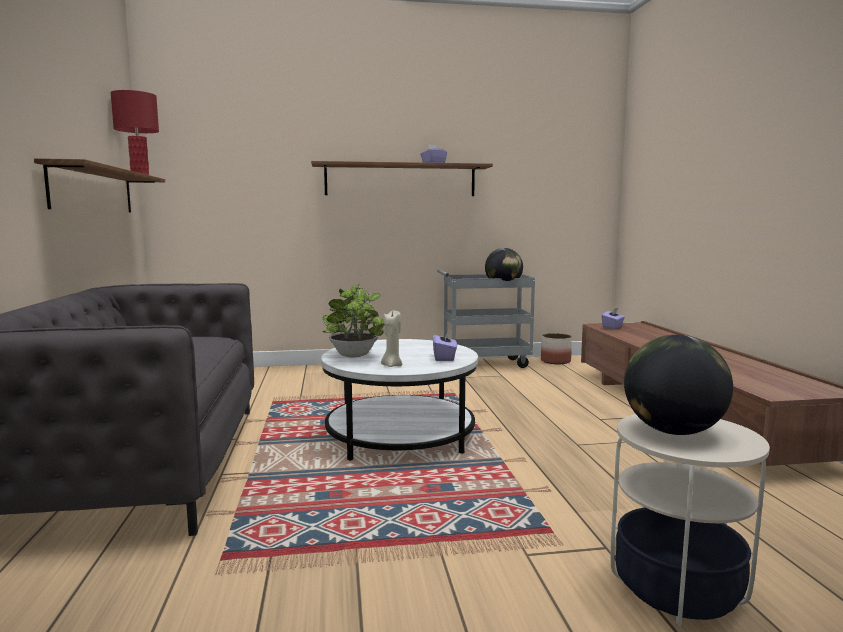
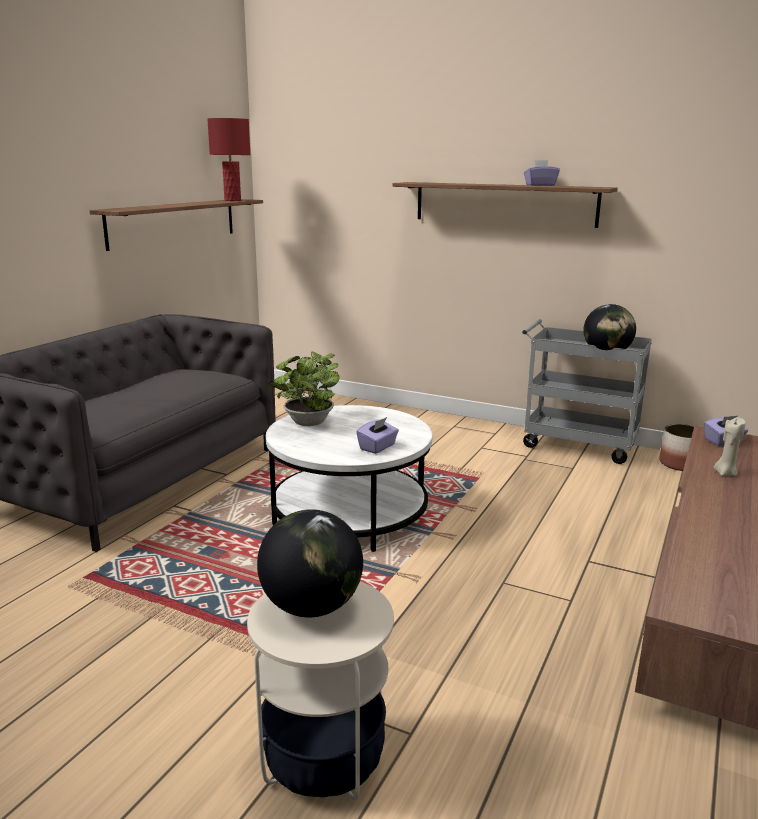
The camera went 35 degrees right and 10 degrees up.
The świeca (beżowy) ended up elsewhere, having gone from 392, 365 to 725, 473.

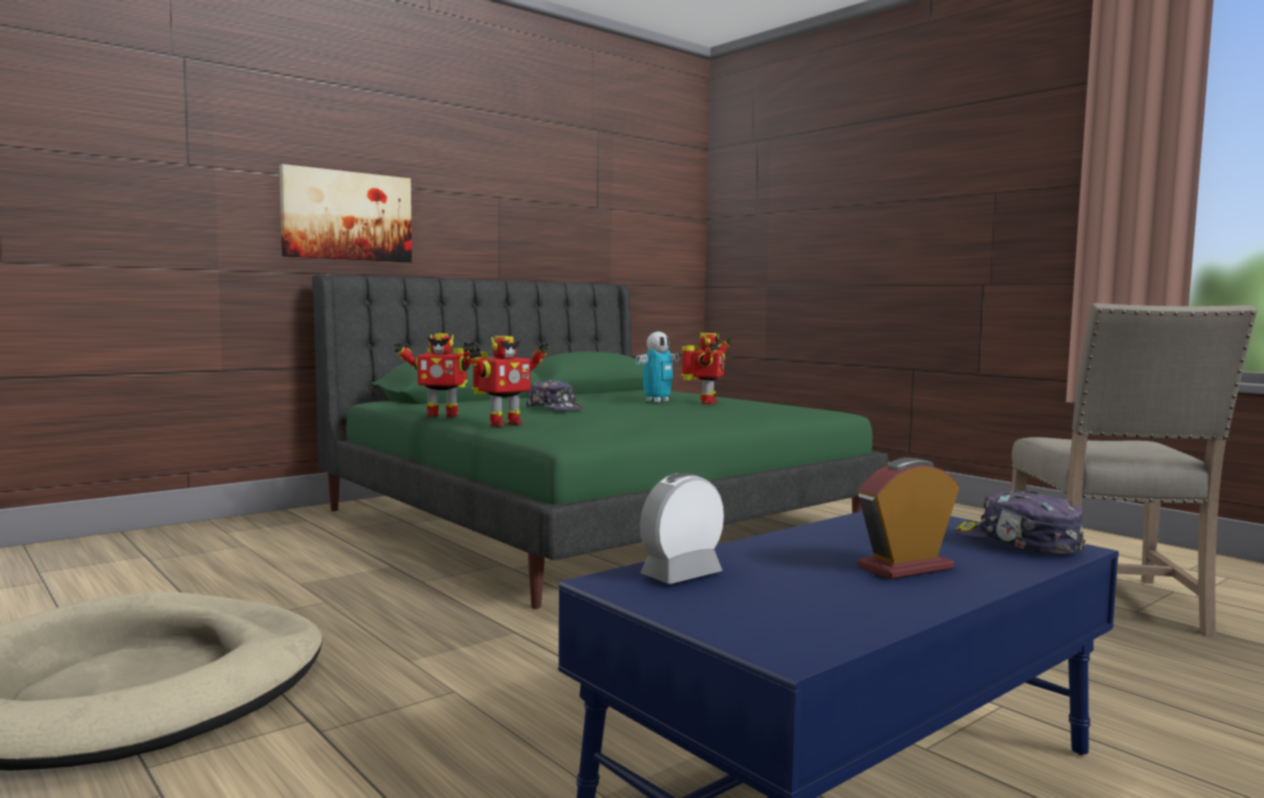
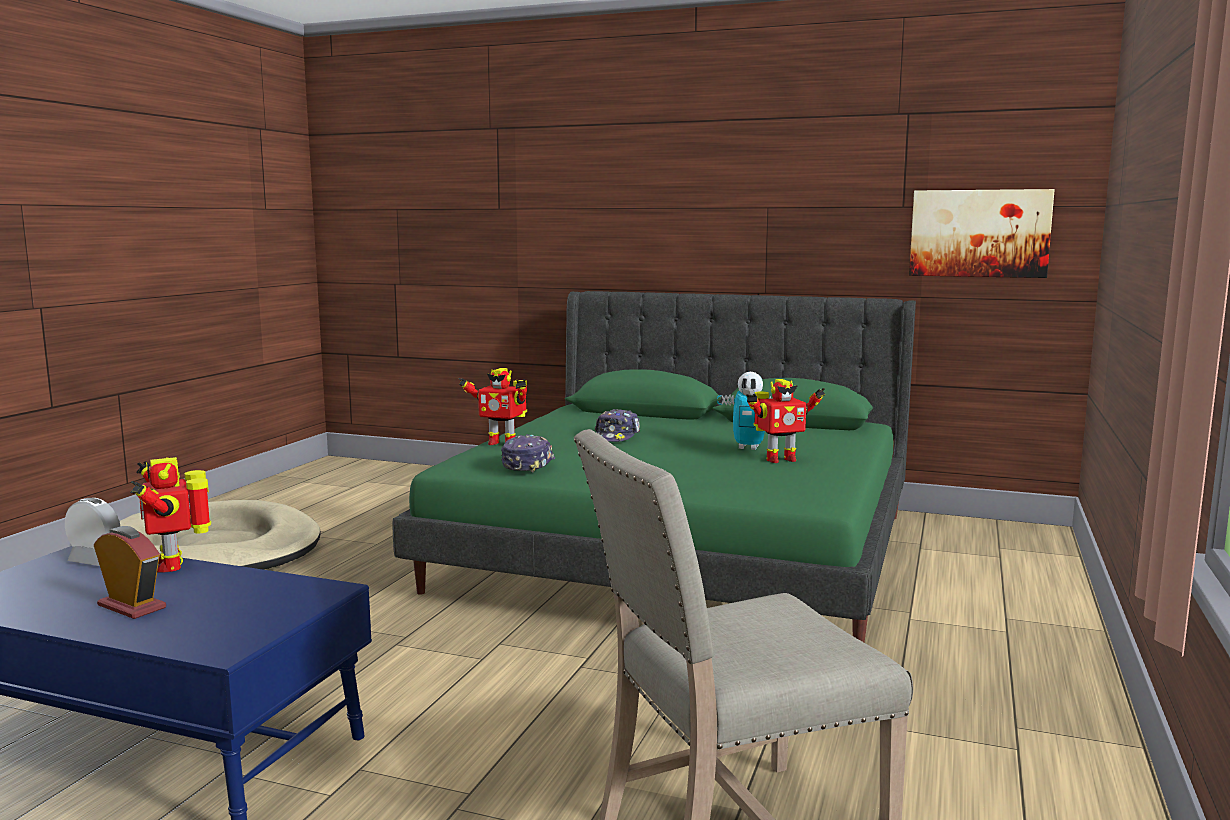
The camera went 60 degrees right and 5 degrees up.
The obraz ended up elsewhere, having gone from 347, 216 to 979, 233.
The robot zabawkowy ended up elsewhere, having gone from 441, 415 to 173, 564.
The czapka z daszkiem ended up elsewhere, having gone from 1018, 543 to 528, 464.

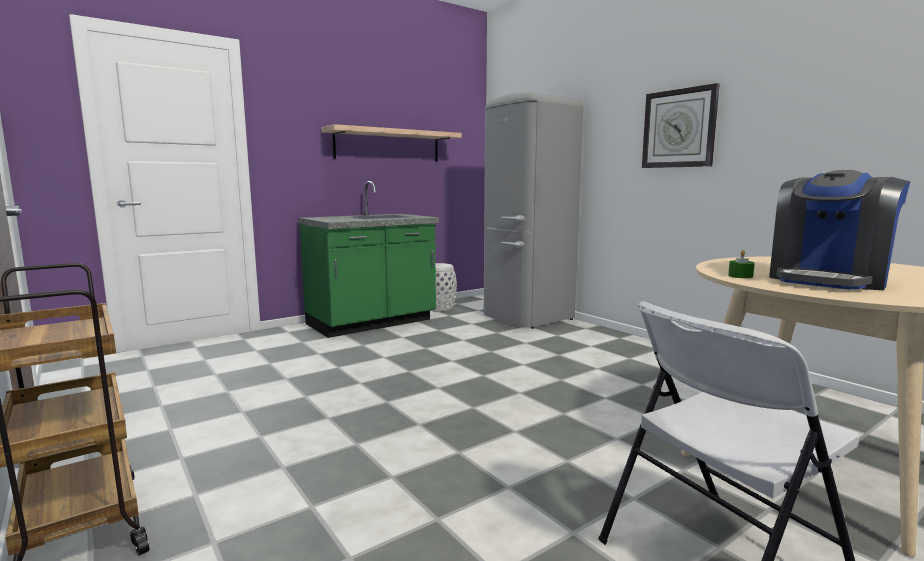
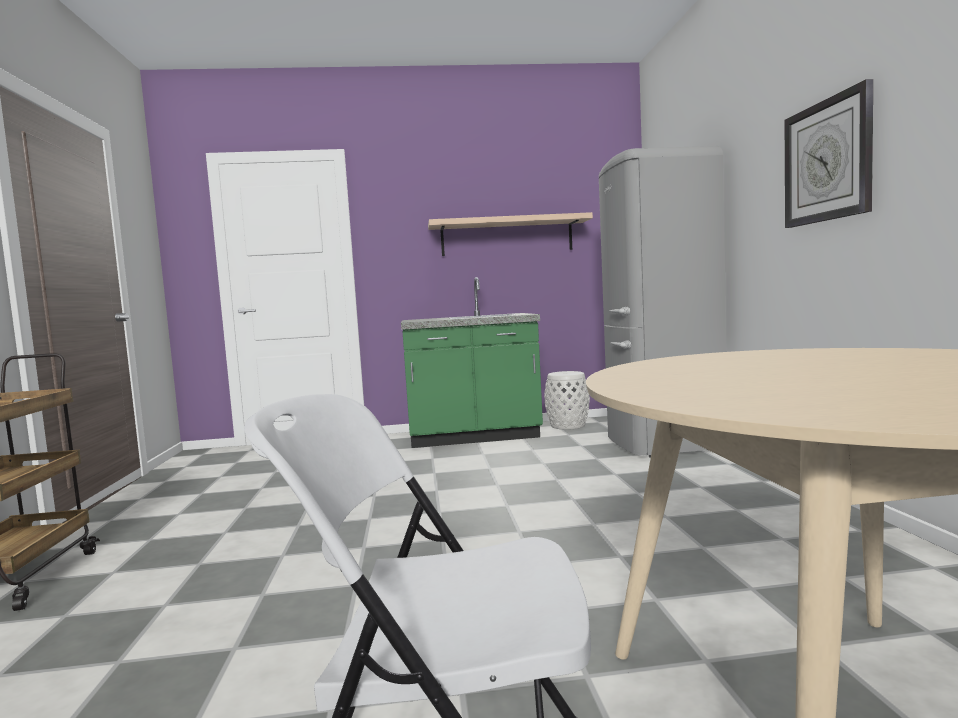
The camera went 30 degrees right and 5 degrees down.
The second view lost the świeca (zielony) at 740, 276.
The second view lost the ekspres do kawy at 828, 280.

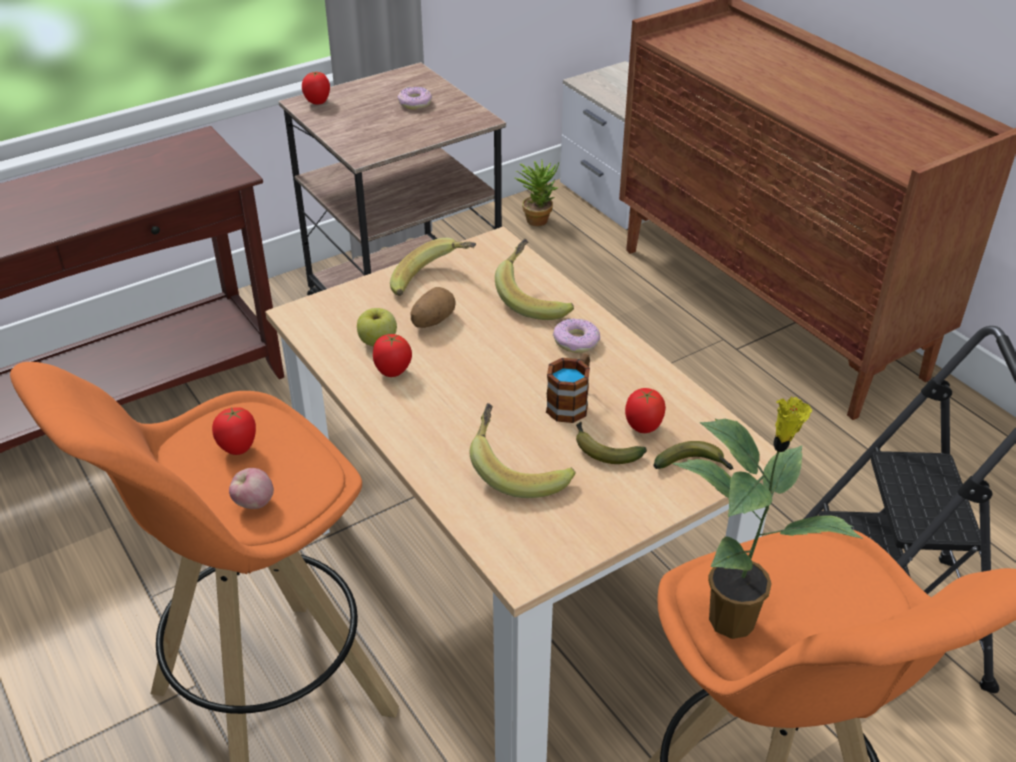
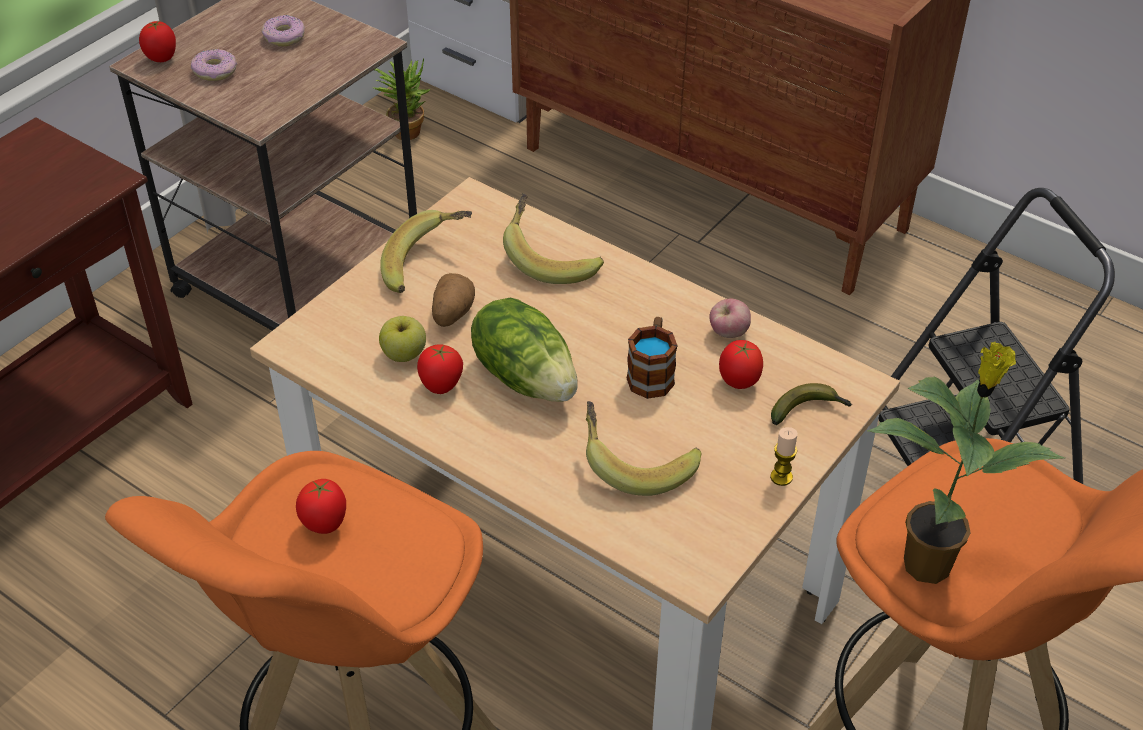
The camera went 20 degrees left and 5 degrees up.
The second view lost the banan at 603, 450.
The second view gained the sałata at 526, 377.
The second view gained the świeca at 781, 477.
The jabłko ended up elsewhere, having gone from 254, 503 to 728, 333.
The donut ended up elsewhere, having gone from 576, 341 to 215, 71.

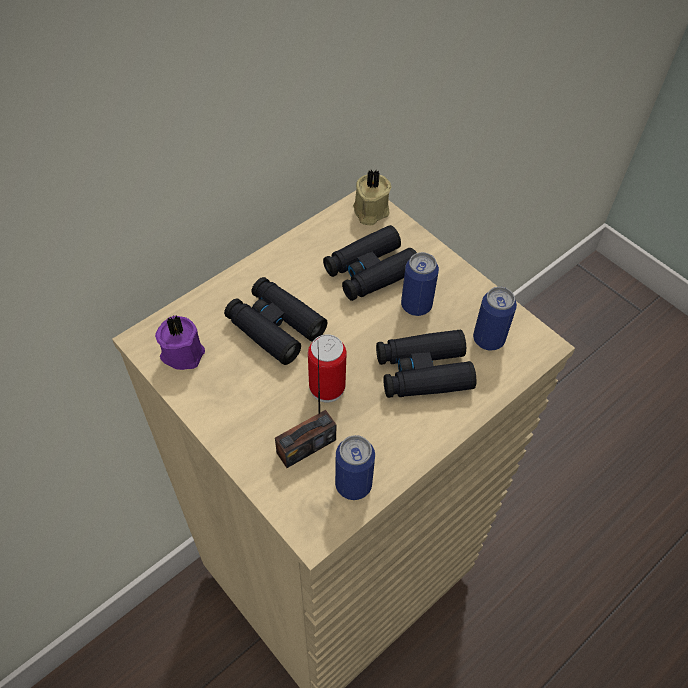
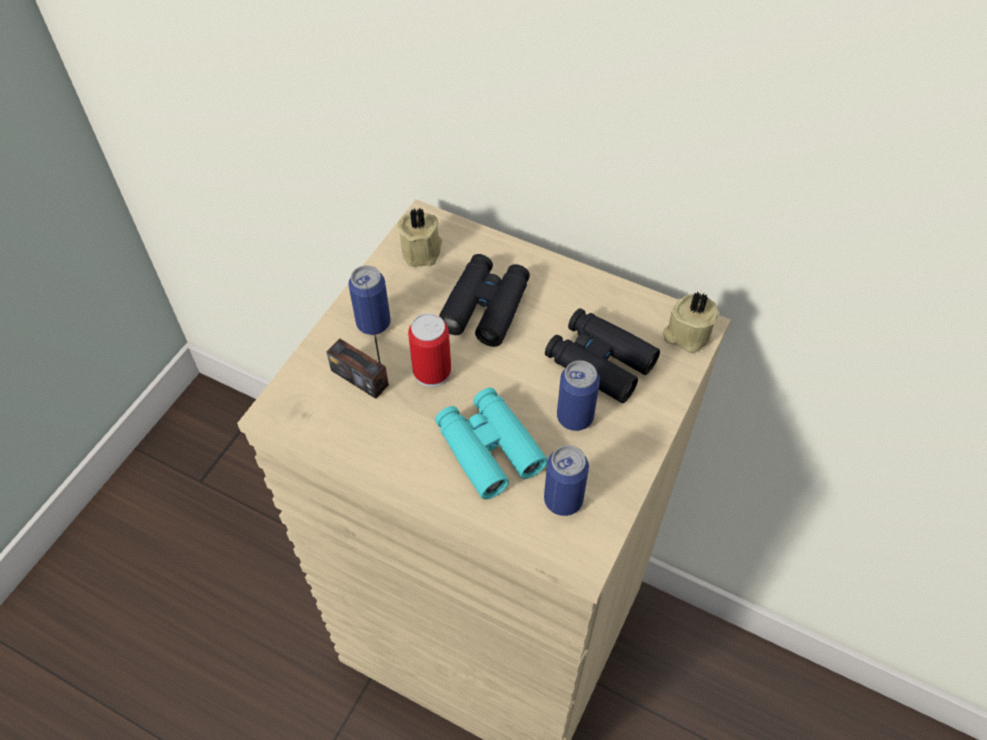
The camera went 70 degrees right and 0 degrees up.
The puszka ended up elsewhere, having gone from 353, 485 to 373, 323.
What was the świeca (fioletowy) at 182, 352 turned into the świeca (beżowy) at 423, 251.
What was the lornetka (czarny) at 423, 371 turned into the lornetka (turkusowy) at 489, 448.

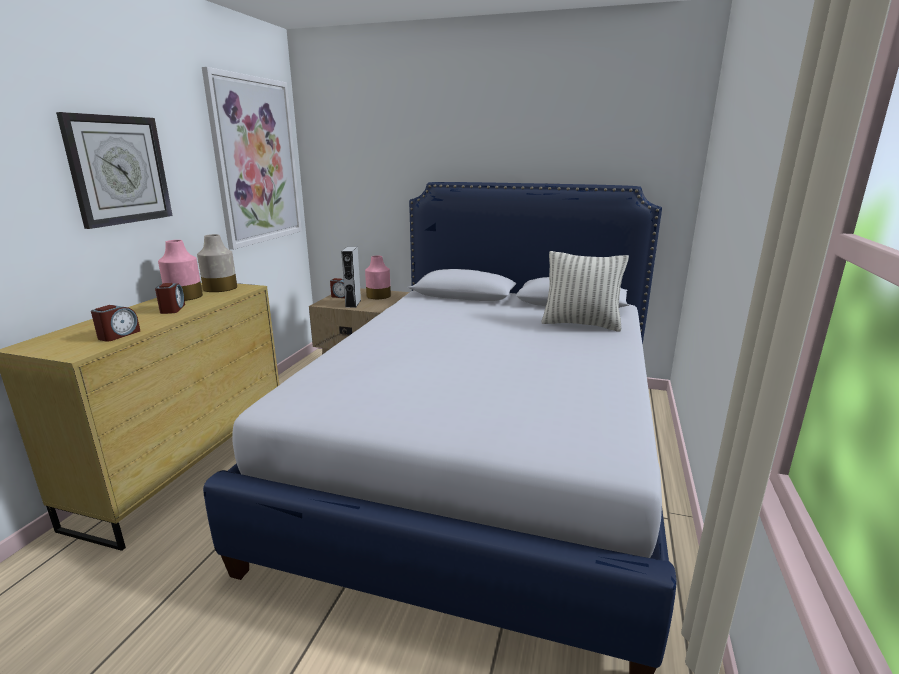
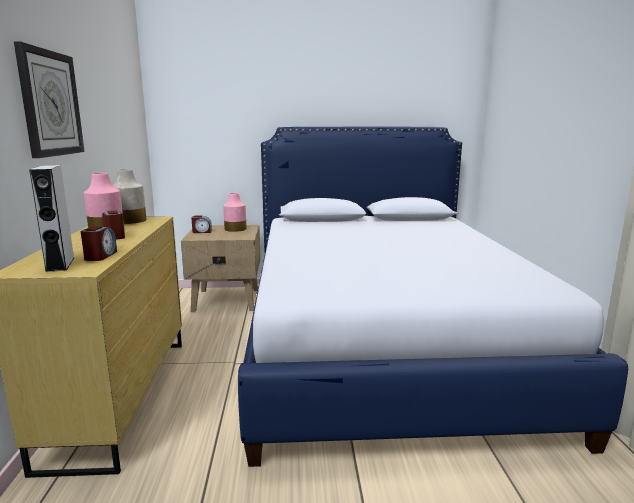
The camera went 20 degrees left and 5 degrees down.
The second view lost the obraz at 256, 161.
The second view lost the poduszka at 581, 324.
The głośnik (szary) ended up elsewhere, having gone from 353, 303 to 60, 264.

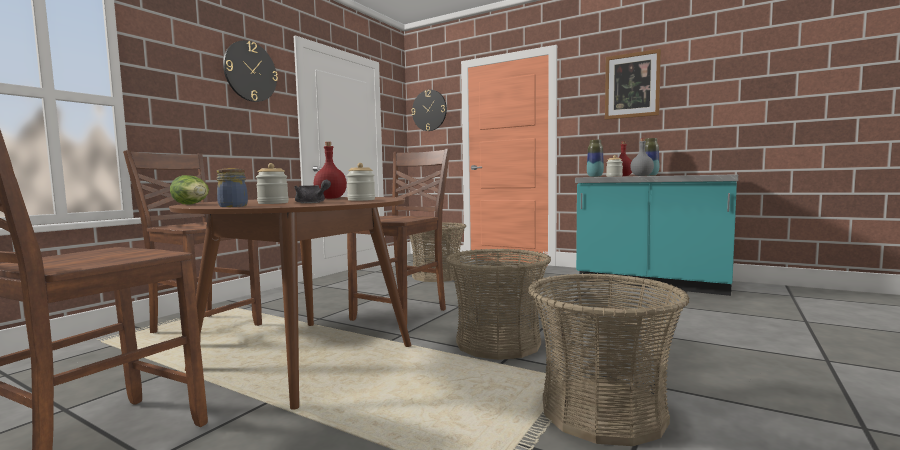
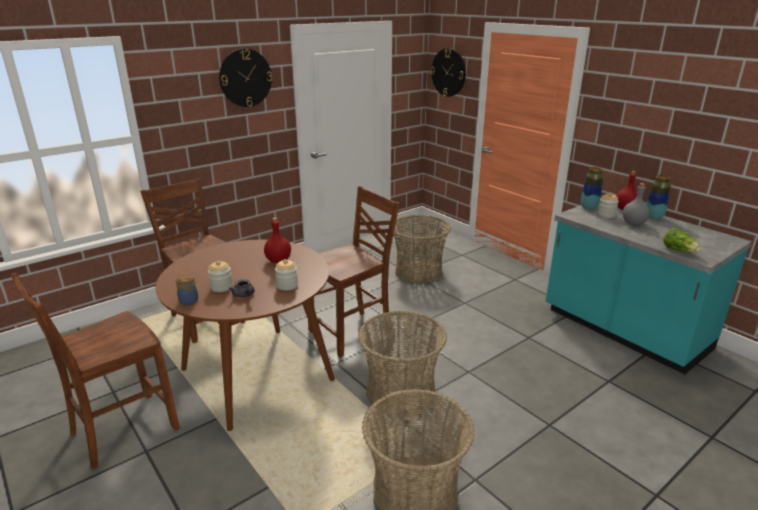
The camera went 20 degrees right and 20 degrees up.
The second view lost the obraz at 632, 85.
The sałata ended up elsewhere, having gone from 193, 204 to 679, 251.

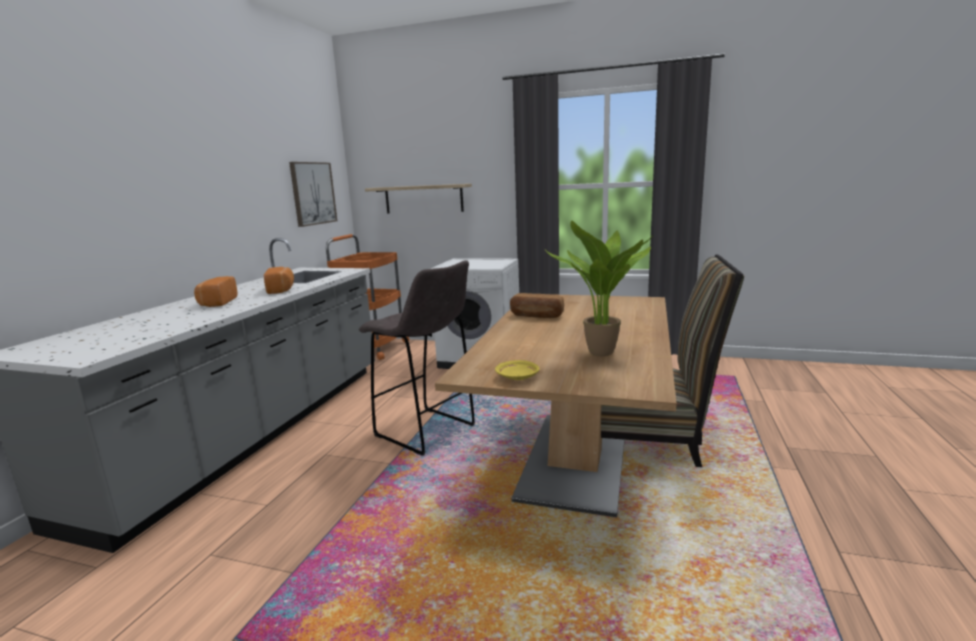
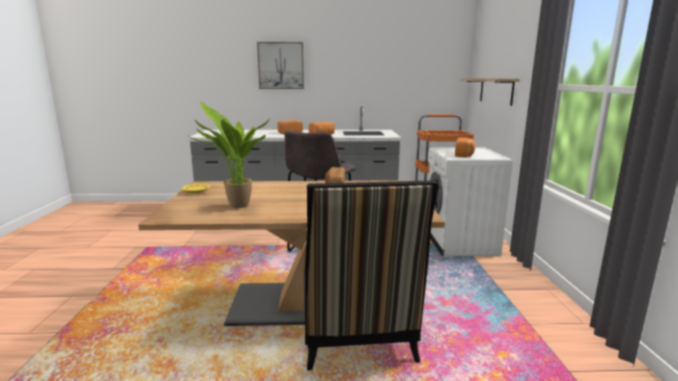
The camera went 70 degrees right and 0 degrees up.
The second view gained the chleb at 464, 155.
The obraz ended up elsewhere, having gone from 313, 193 to 281, 65.

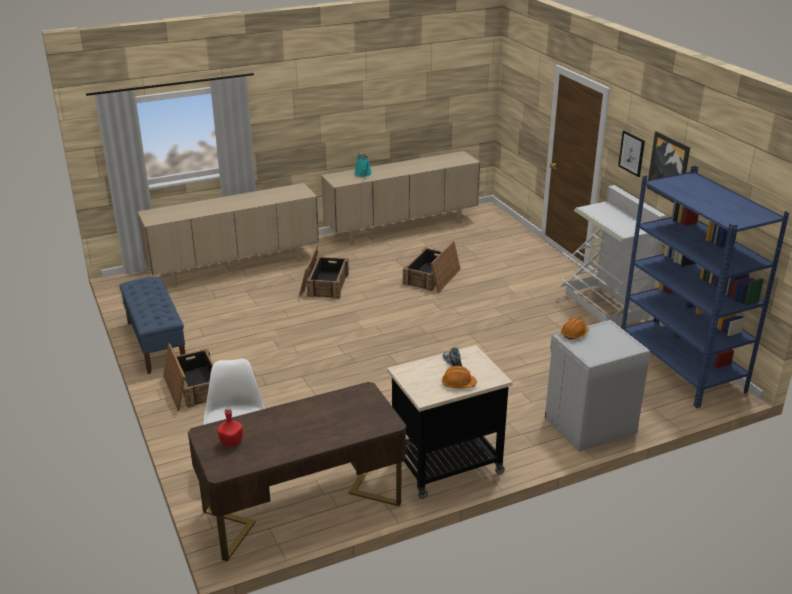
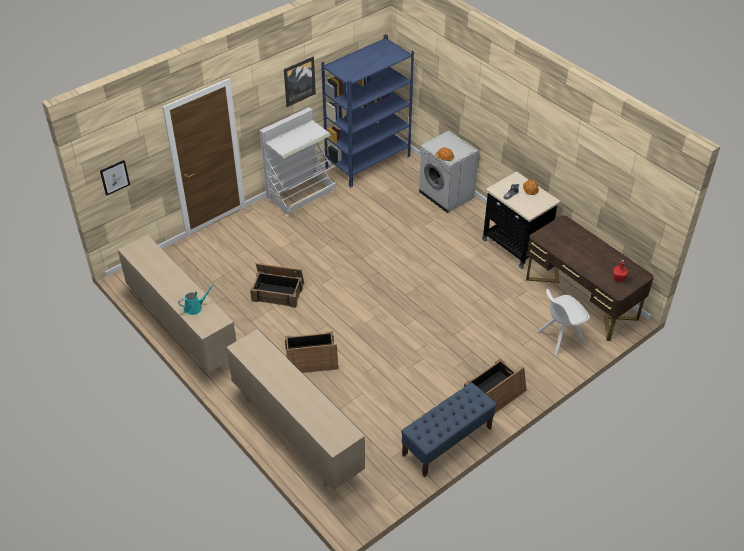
The camera went 105 degrees left and 15 degrees up.
The obraz ended up elsewhere, having gone from 632, 153 to 114, 177.

